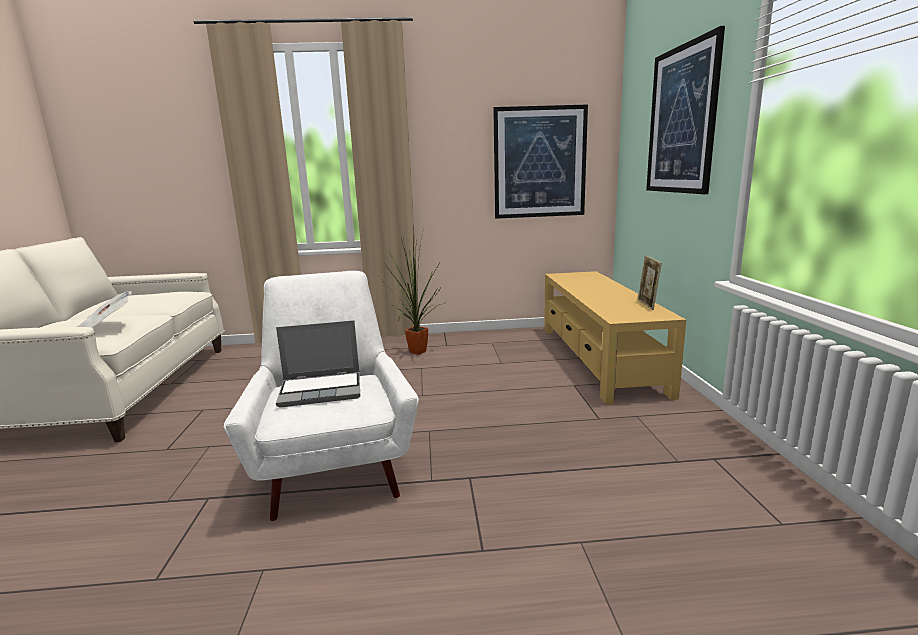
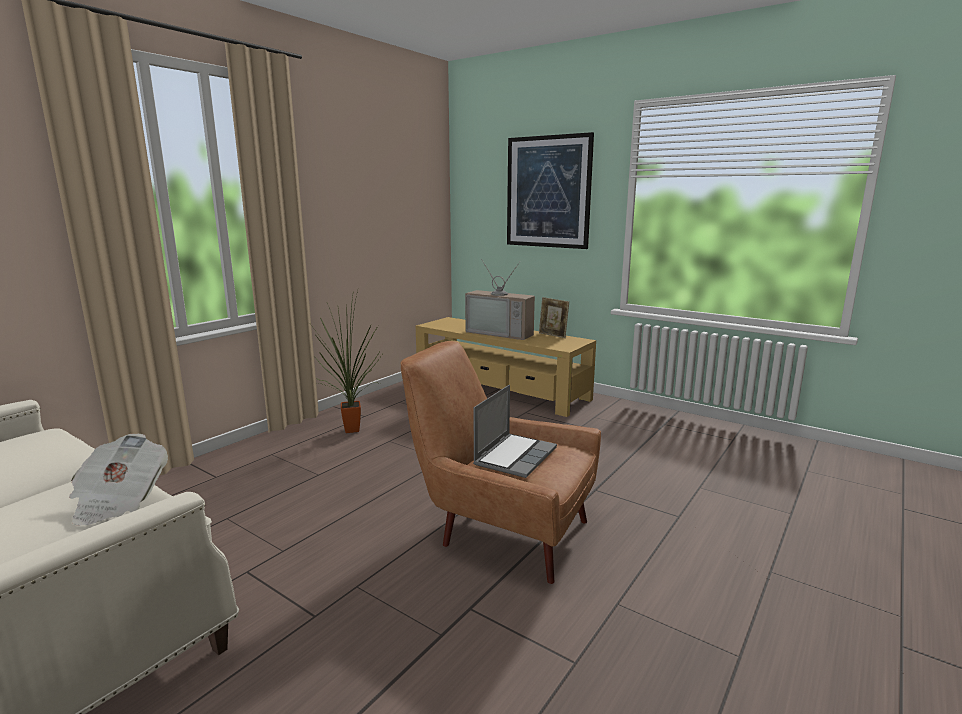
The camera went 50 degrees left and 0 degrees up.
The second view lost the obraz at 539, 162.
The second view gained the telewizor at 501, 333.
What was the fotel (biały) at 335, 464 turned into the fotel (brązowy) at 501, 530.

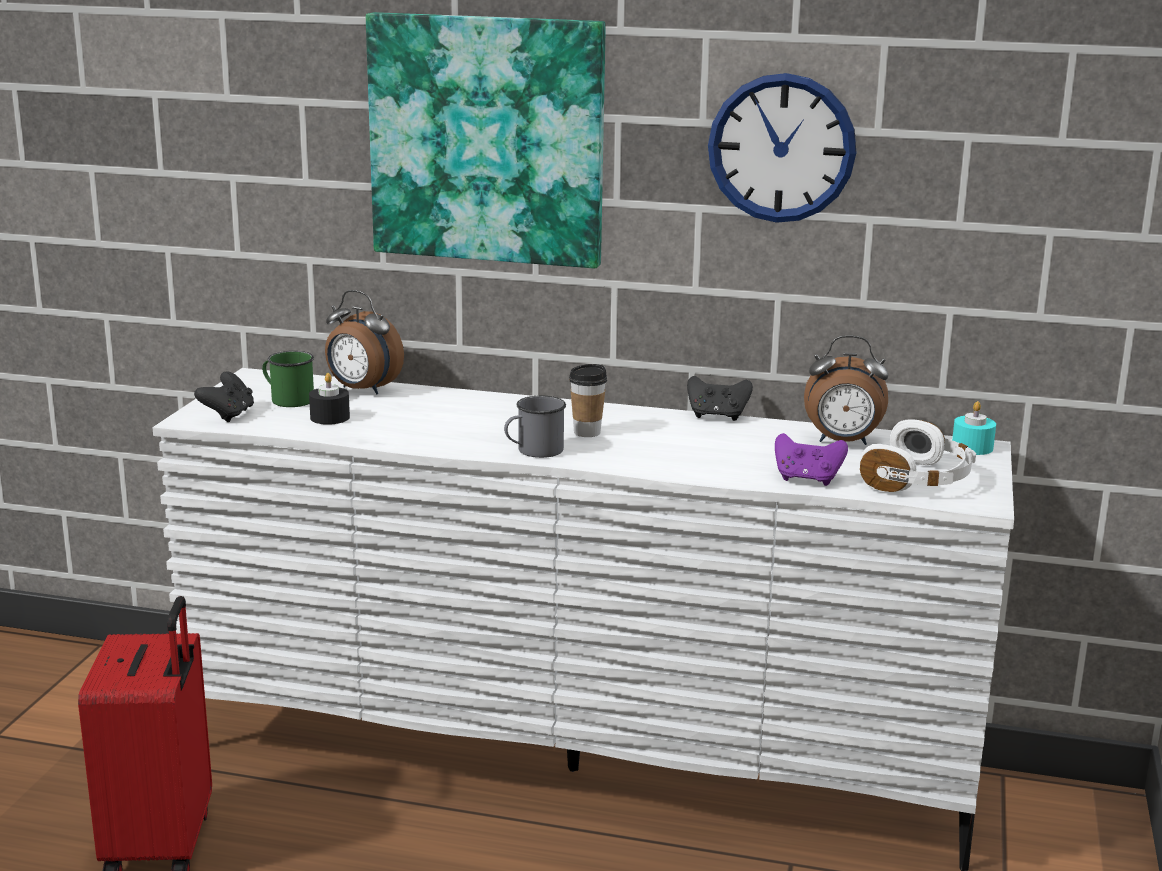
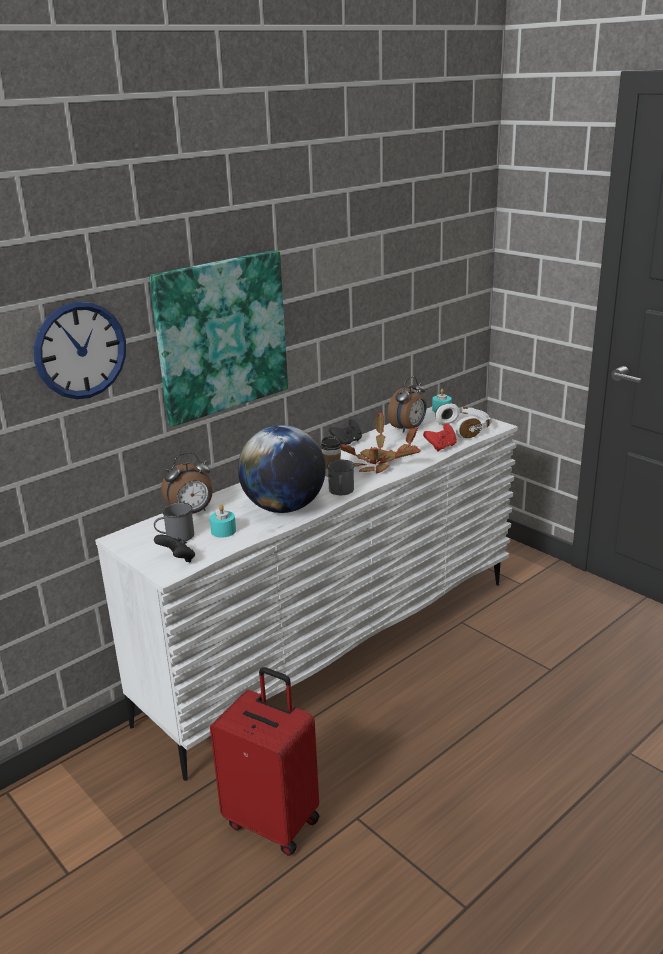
The camera went 55 degrees left and 5 degrees up.
The second view gained the globus at 284, 508.
The second view gained the roślina doniczkowa at 378, 463.
The zegar ścienny ended up elsewhere, having gone from 781, 148 to 80, 350.
What was the kubek (zielony) at 287, 399 turned into the kubek (szary) at 175, 537.
What was the świeca (czarny) at 330, 417 turned into the świeca (turkusowy) at 223, 531.
What was the pad do gier (fioletowy) at 807, 479 turned into the pad do gier (czerwony) at 441, 447.

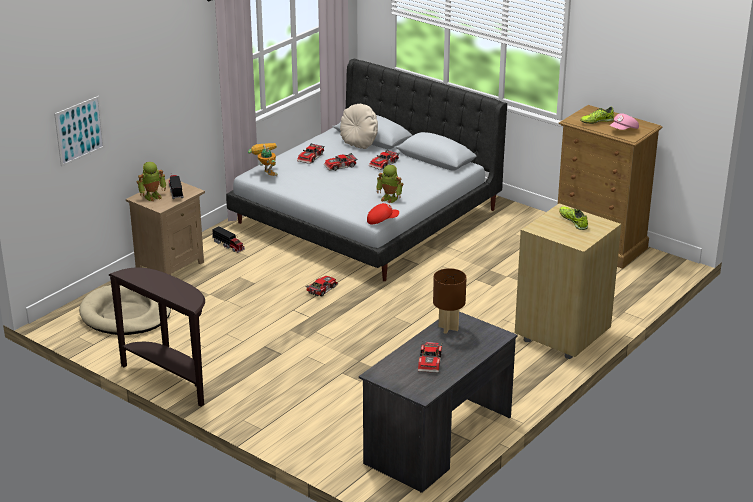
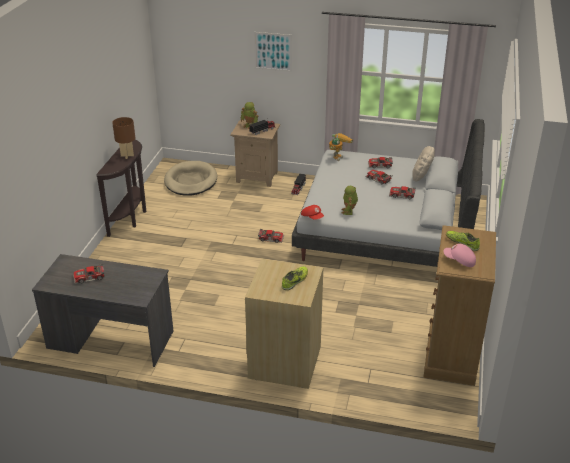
The camera went 65 degrees right and 5 degrees up.
The obraz ended up elsewhere, having gone from 79, 130 to 273, 51.
The lampa stołowa (brązowy) ended up elsewhere, having gone from 448, 328 to 127, 155.

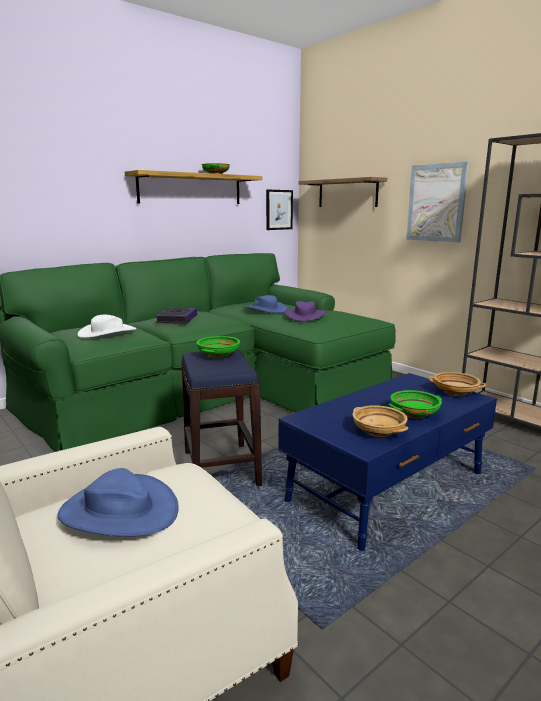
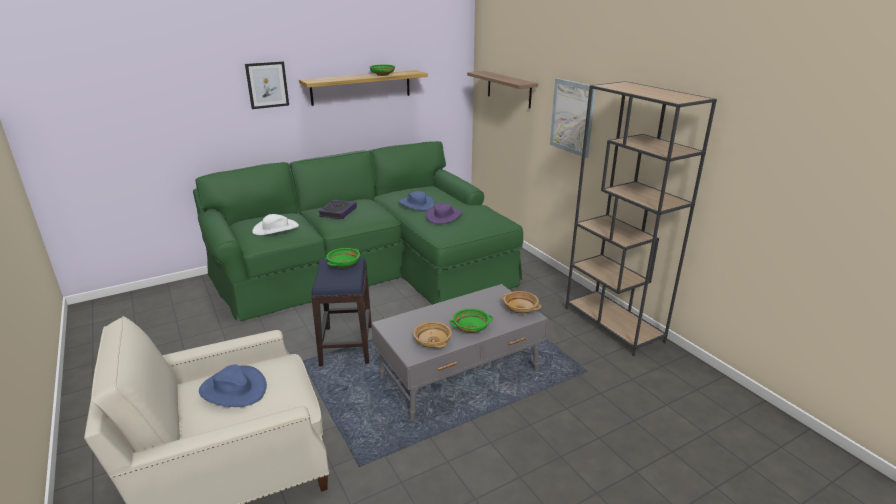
The camera went 10 degrees right and 10 degrees up.
The obraz ended up elsewhere, having gone from 279, 210 to 267, 85.
What was the ława (niebieski) at 387, 486 turned into the ława (szary) at 460, 374.

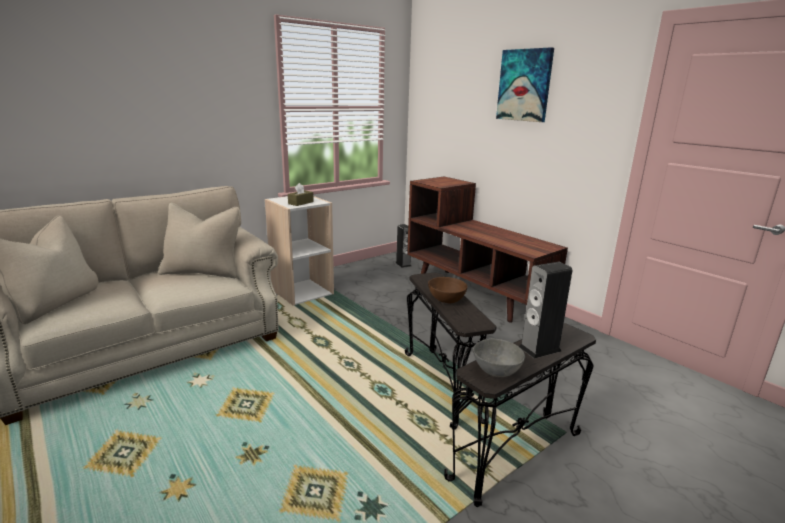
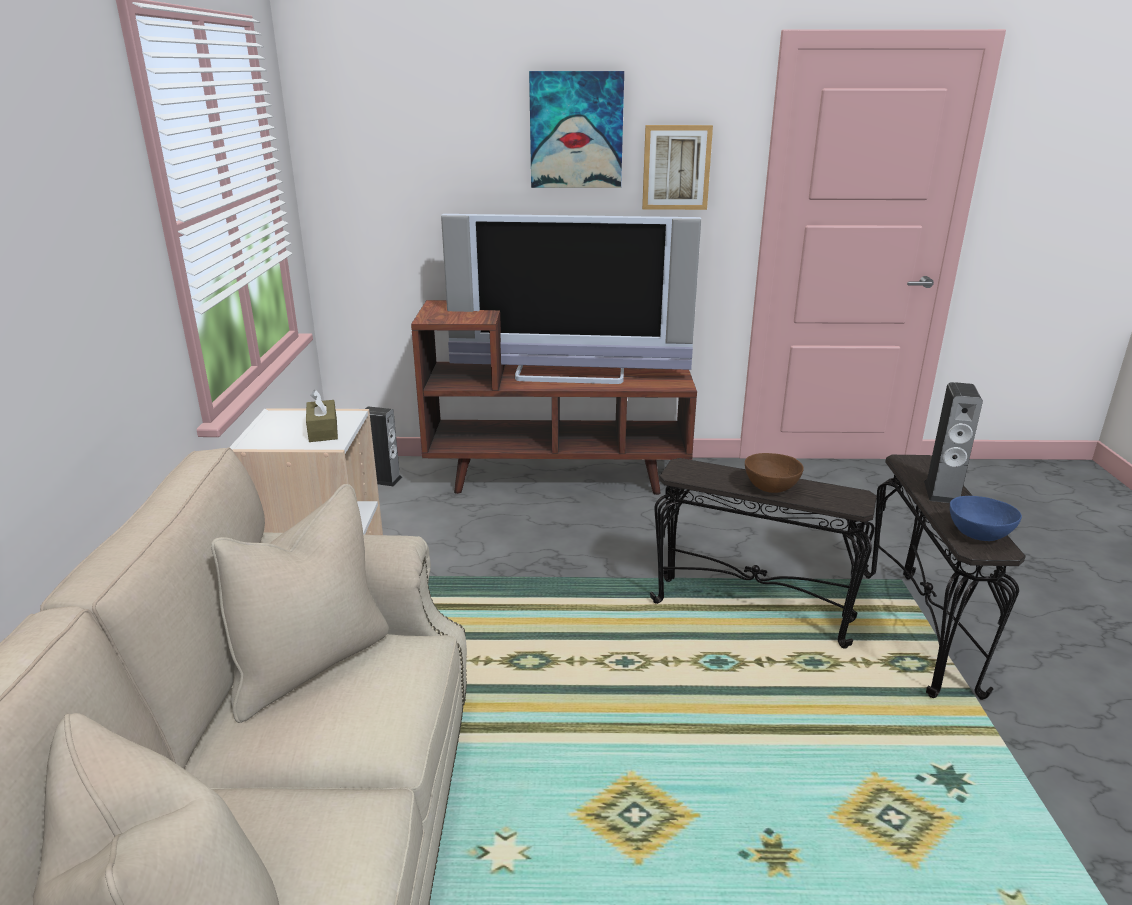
The camera went 50 degrees left and 5 degrees up.
The second view gained the telewizor at 570, 375.
The second view gained the obraz at 676, 167.
What was the miska (szary) at 496, 372 turned into the miska (niebieski) at 979, 535.

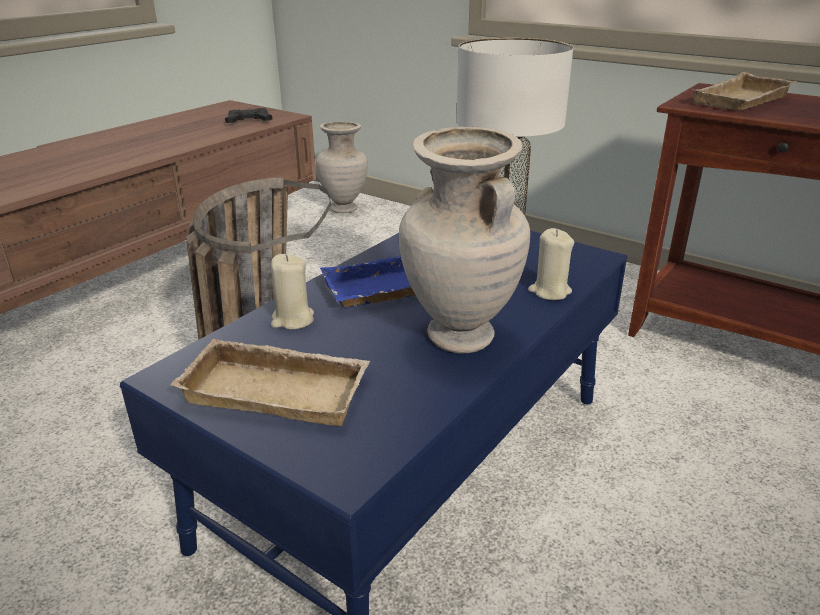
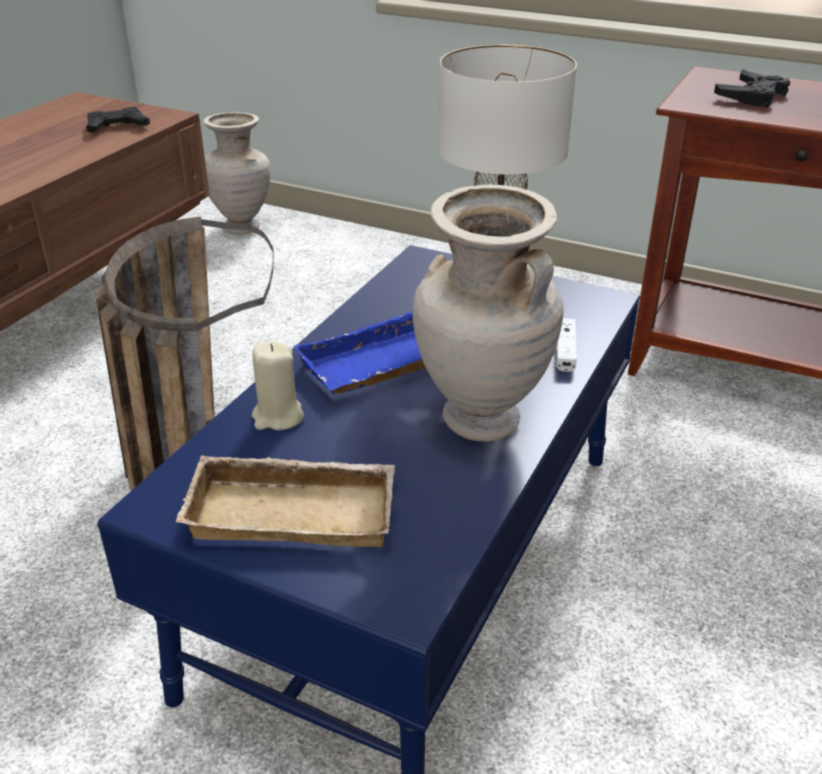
The camera went 10 degrees left and 5 degrees up.
Where the świeca (beżowy) stood at 549, 291, the pad do gier (biały) came to stand at 565, 351.
Where the taca (beżowy) stood at 744, 101, the pad do gier (czarny) came to stand at 752, 96.

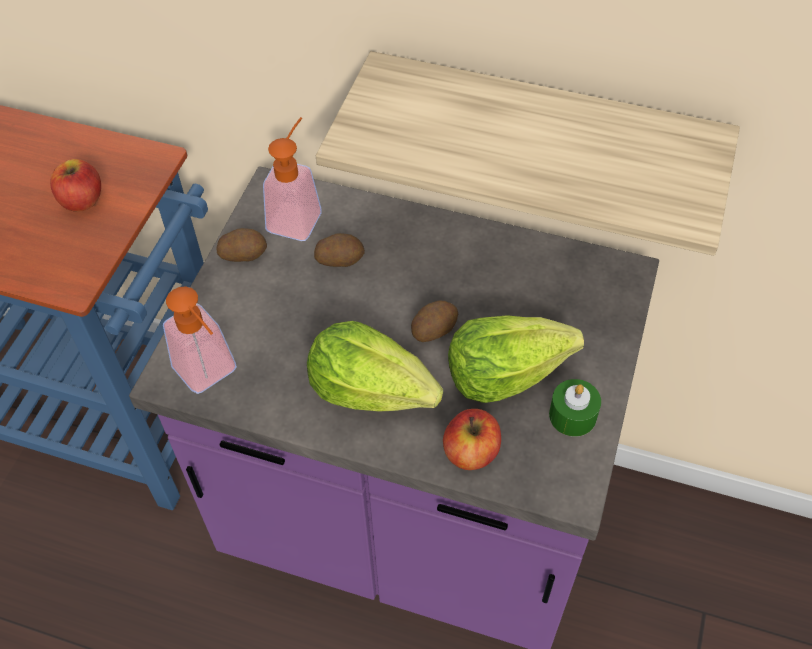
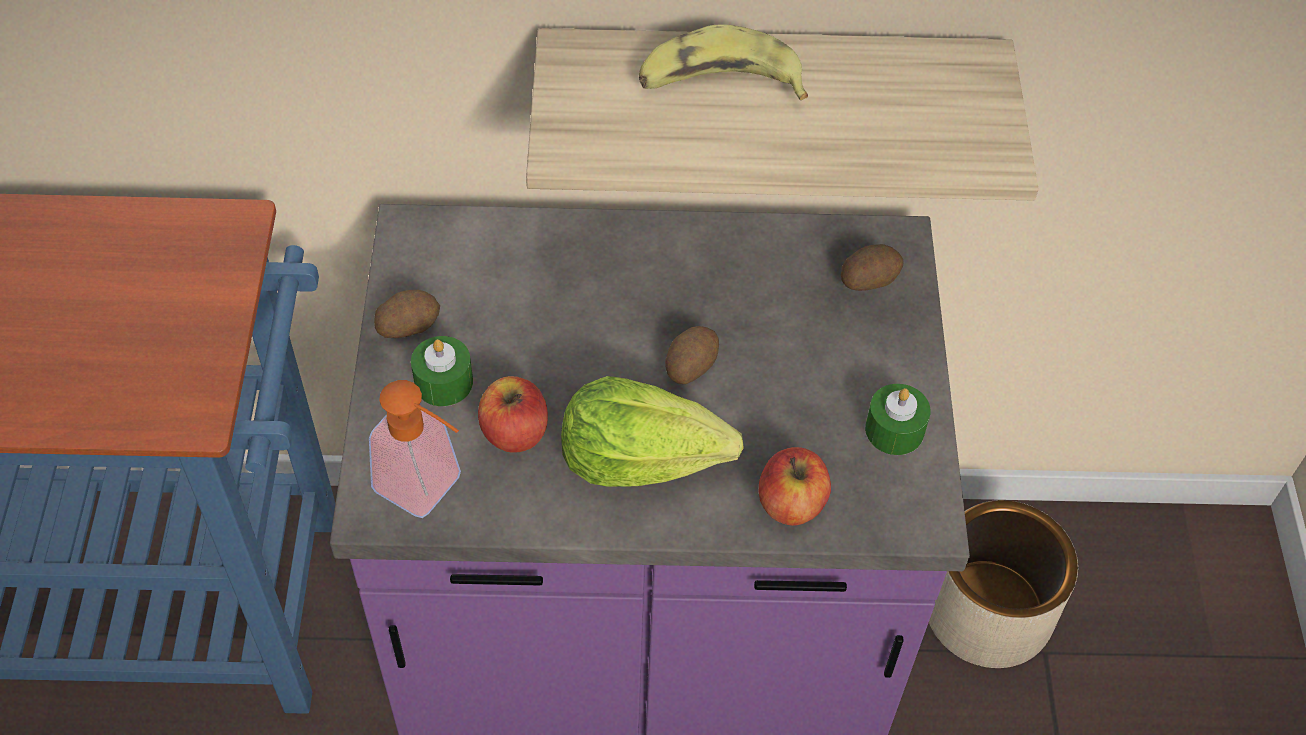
The camera went 20 degrees left and 0 degrees up.
The second view lost the dozownik mydła at 298, 215.
The second view lost the sałata at 505, 372.
The second view gained the świeca (zielony) at 443, 382.
The second view gained the banan at 719, 83.
The second view gained the donica (beżowy) at 988, 612.
The jabłko ended up elsewhere, having gone from 82, 200 to 514, 432.
The ziemniak ended up elsewhere, having gone from 340, 259 to 868, 279.

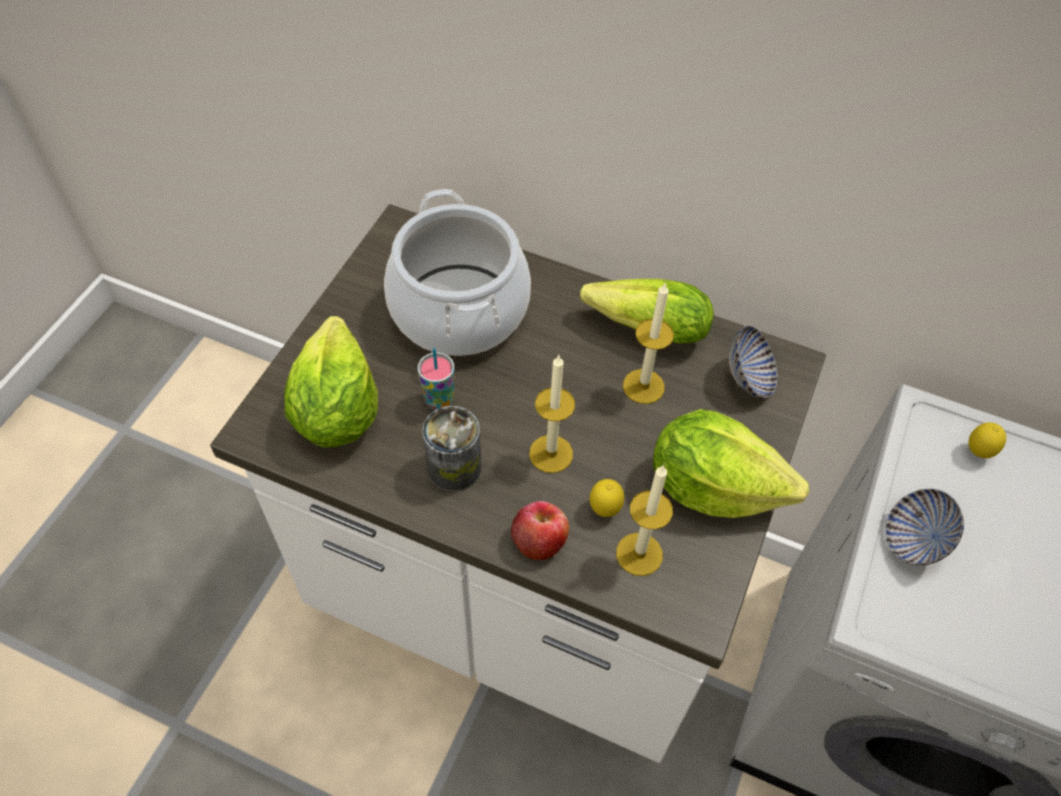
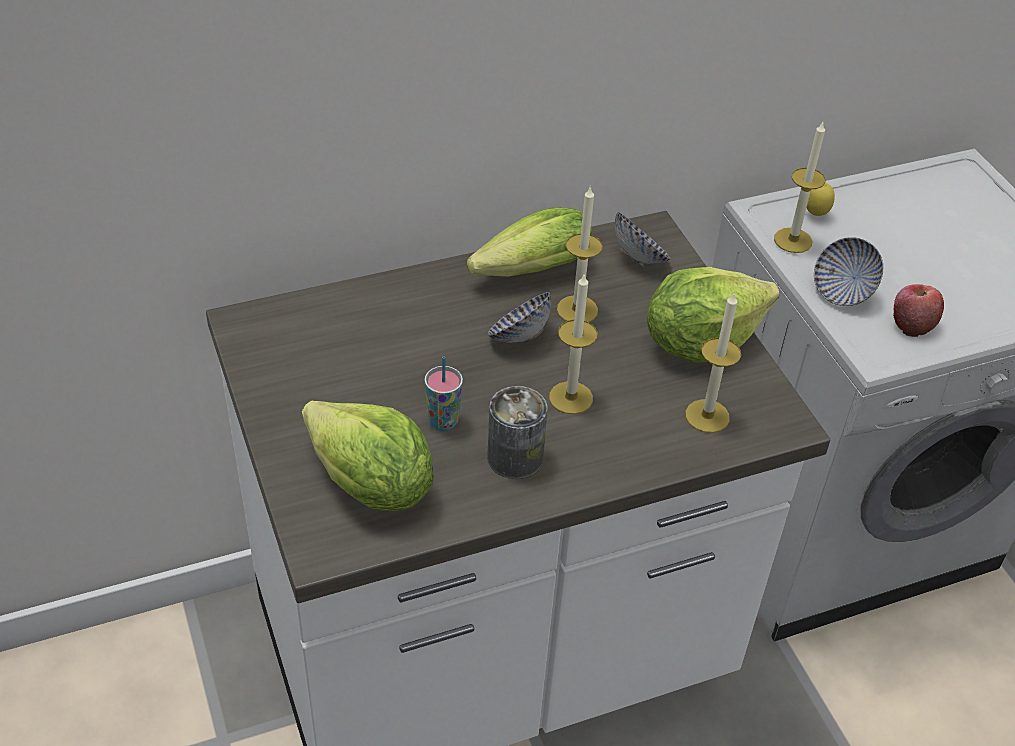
The camera went 45 degrees left and 10 degrees down.
The second view lost the garnek at 459, 309.
The second view lost the cytryna at 604, 509.
The second view gained the miska at 519, 336.
The second view gained the świeca at 793, 240.
The jabłko ended up elsewhere, having gone from 539, 541 to 912, 323.

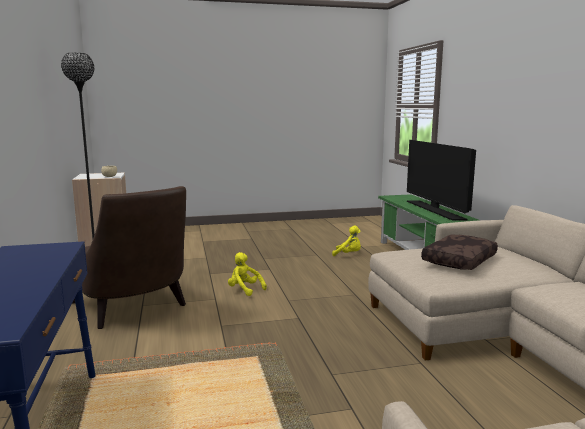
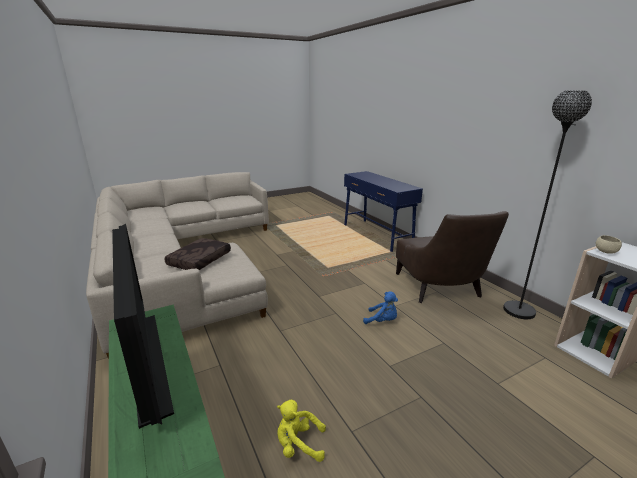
The camera went 165 degrees right and 10 degrees up.
What was the pluszak (żółty) at 244, 290 turned into the pluszak (niebieski) at 382, 321.
The fotel (brązowy) at 133, 307 ended up facing another way, 135 degrees counterclockwise from before.

